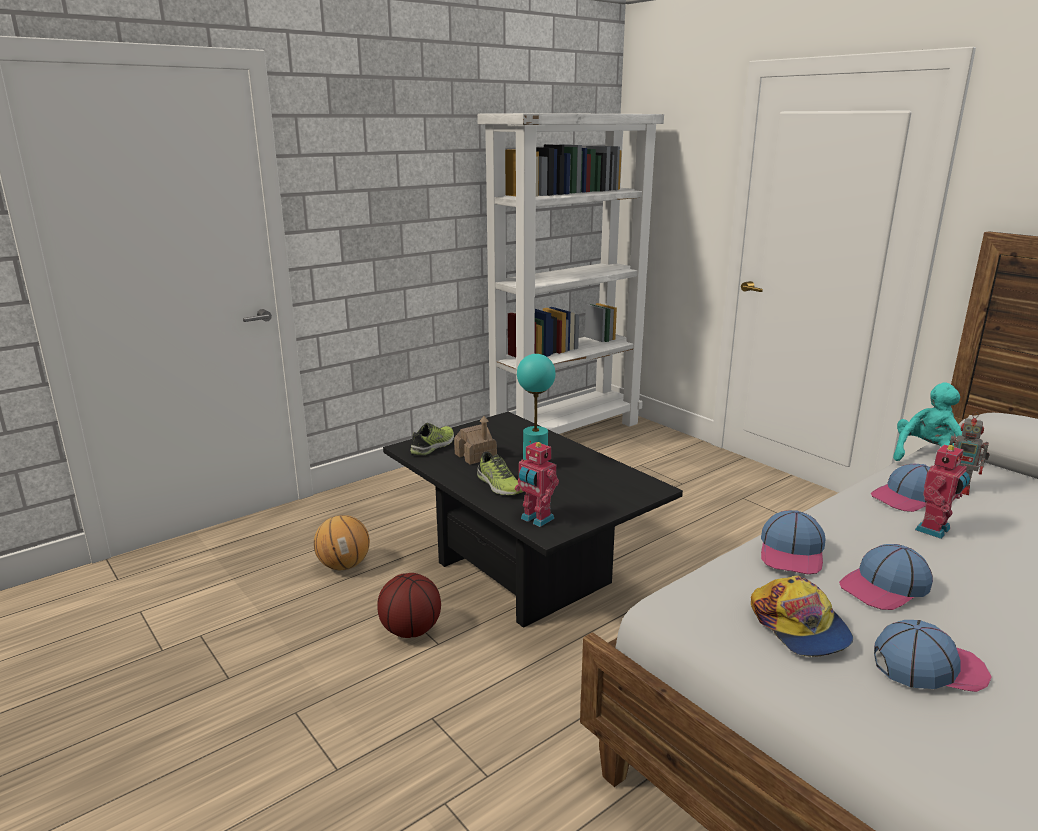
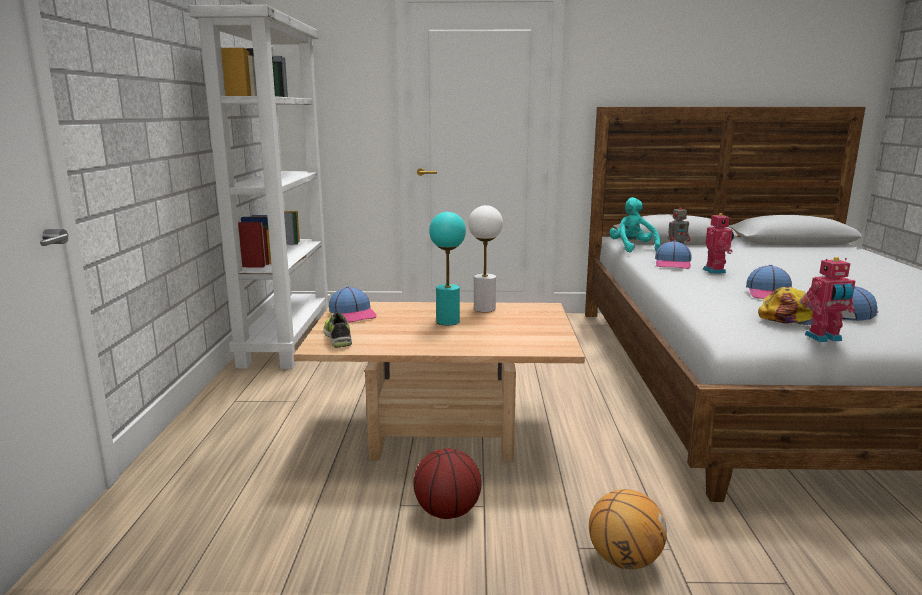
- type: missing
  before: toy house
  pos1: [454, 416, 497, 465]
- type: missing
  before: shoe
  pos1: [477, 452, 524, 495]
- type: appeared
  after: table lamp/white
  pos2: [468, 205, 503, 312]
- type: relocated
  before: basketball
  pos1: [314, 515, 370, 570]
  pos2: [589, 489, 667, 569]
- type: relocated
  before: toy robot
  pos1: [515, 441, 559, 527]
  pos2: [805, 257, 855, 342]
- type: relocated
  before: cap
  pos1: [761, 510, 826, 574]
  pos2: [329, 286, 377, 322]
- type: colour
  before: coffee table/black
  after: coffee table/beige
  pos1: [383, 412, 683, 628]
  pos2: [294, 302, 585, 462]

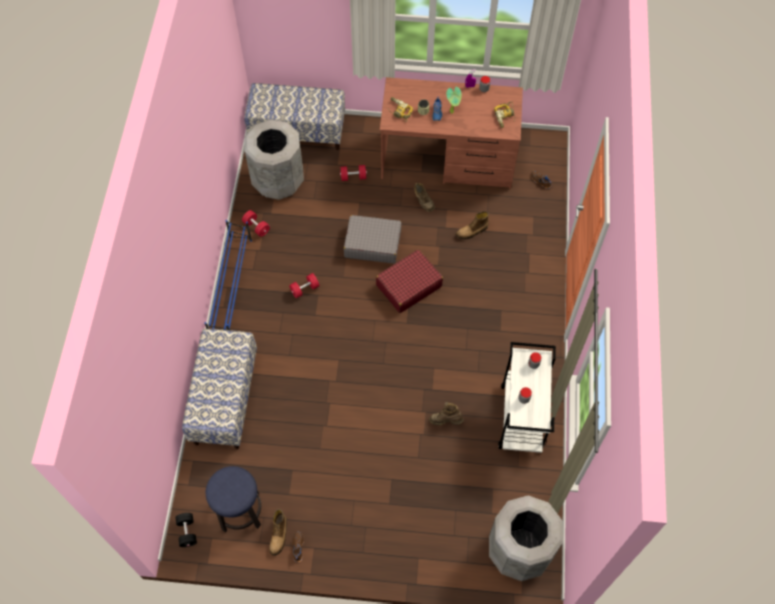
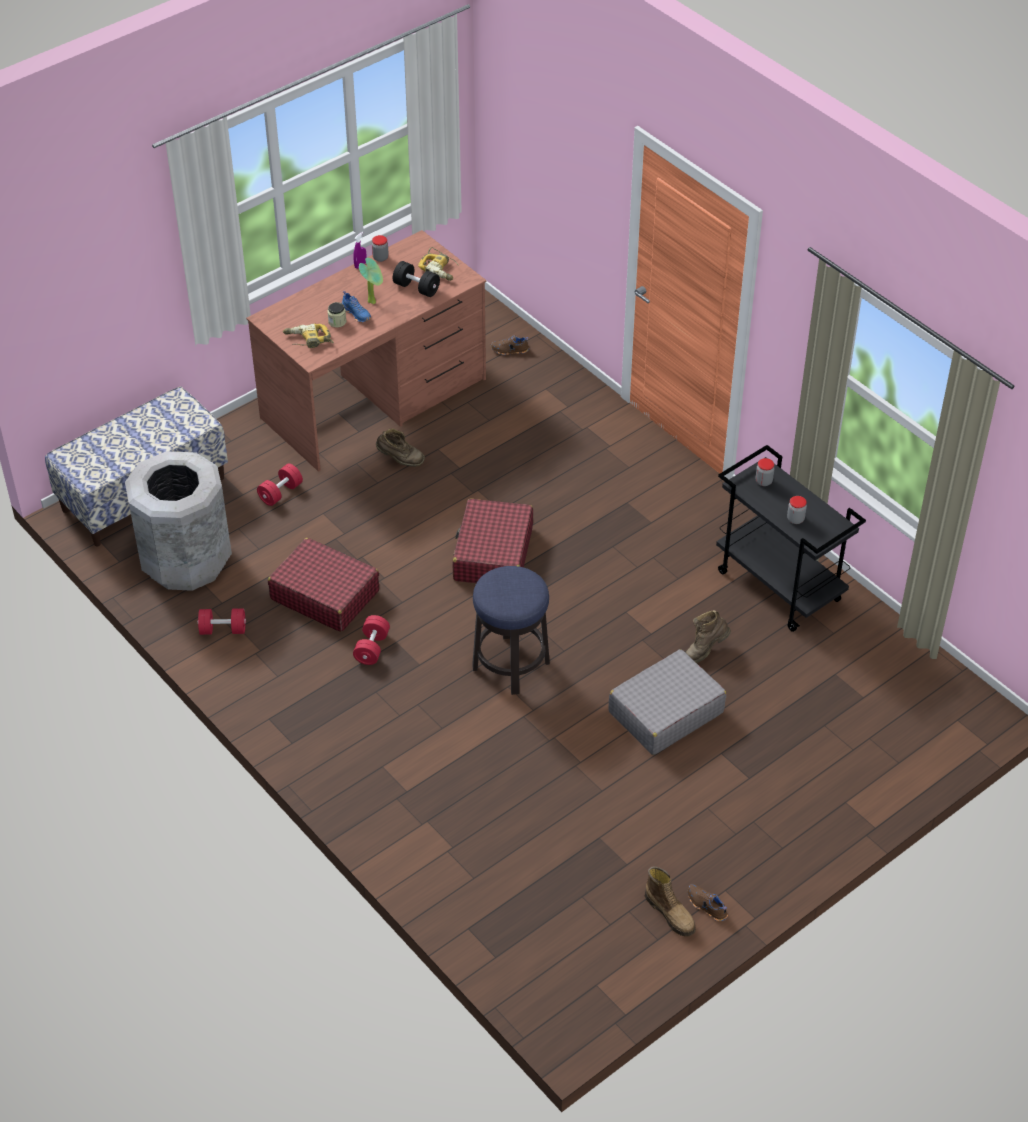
- type: missing
  before: bench
  pos1: [182, 329, 257, 449]
- type: missing
  before: shoe rack/blue
  pos1: [204, 220, 252, 330]
- type: missing
  before: boot
  pos1: [456, 211, 489, 240]
- type: missing
  before: trash can/grey
  pos1: [489, 495, 563, 581]
- type: appeared
  after: suitcase/red
  pos2: [268, 538, 379, 632]
- type: relocated
  before: dumbbell/black
  pos1: [175, 513, 197, 547]
  pos2: [393, 261, 440, 297]
- type: relocated
  before: stool
  pos1: [206, 466, 261, 532]
  pos2: [472, 566, 550, 695]
- type: relocated
  before: suitcase/grey
  pos1: [344, 215, 402, 264]
  pos2: [608, 649, 726, 755]
- type: colour
  before: cart/white
  after: cart/black
  pos1: [498, 342, 556, 453]
  pos2: [716, 445, 866, 632]

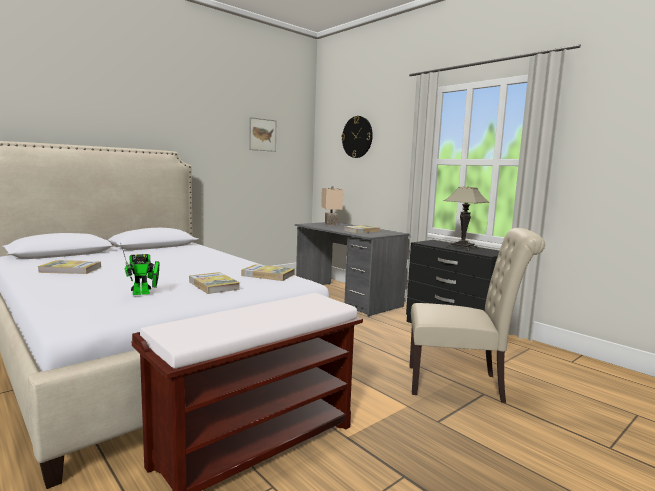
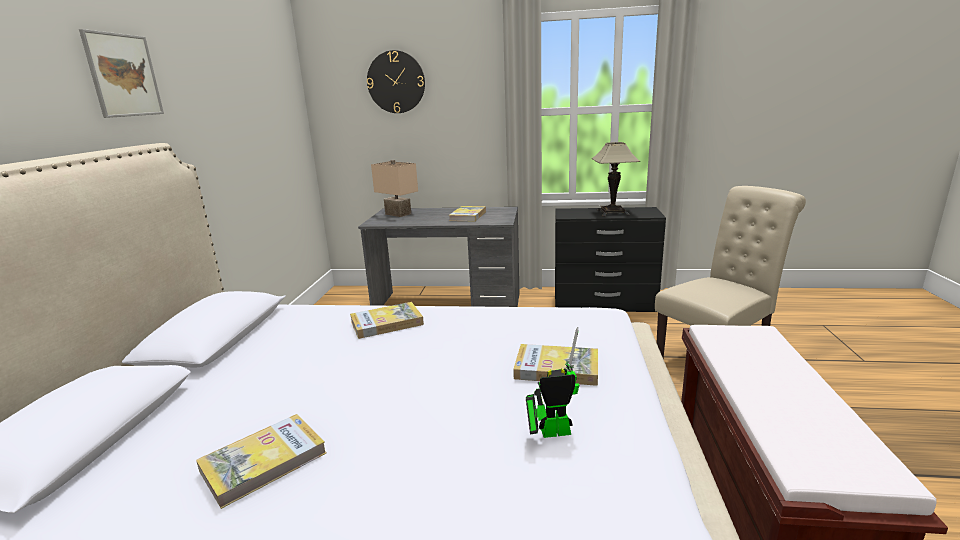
- type: relocated
  before: book
  pos1: [241, 264, 295, 281]
  pos2: [350, 302, 424, 339]
- type: relocated
  before: picture
  pos1: [249, 117, 276, 152]
  pos2: [79, 29, 164, 118]
- type: spun
  before: toy robot
  pos1: [120, 242, 160, 295]
  pos2: [526, 327, 579, 438]
  turn: -120

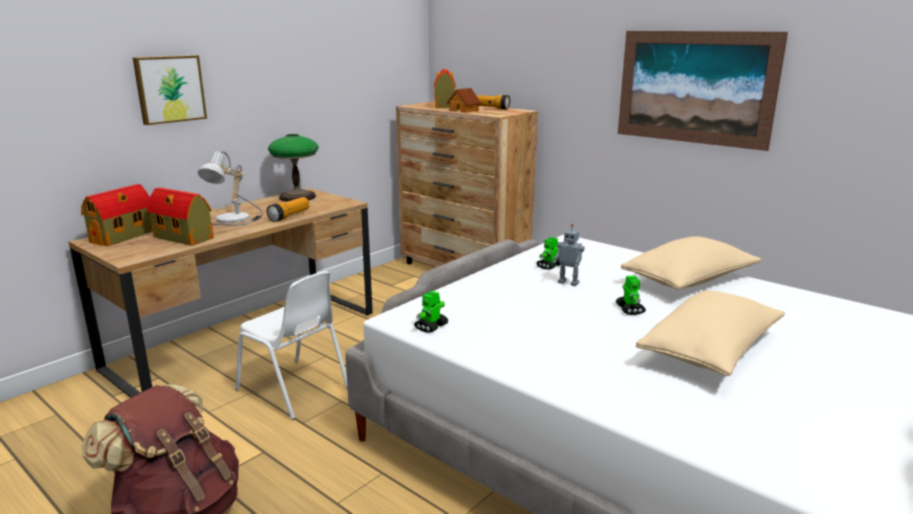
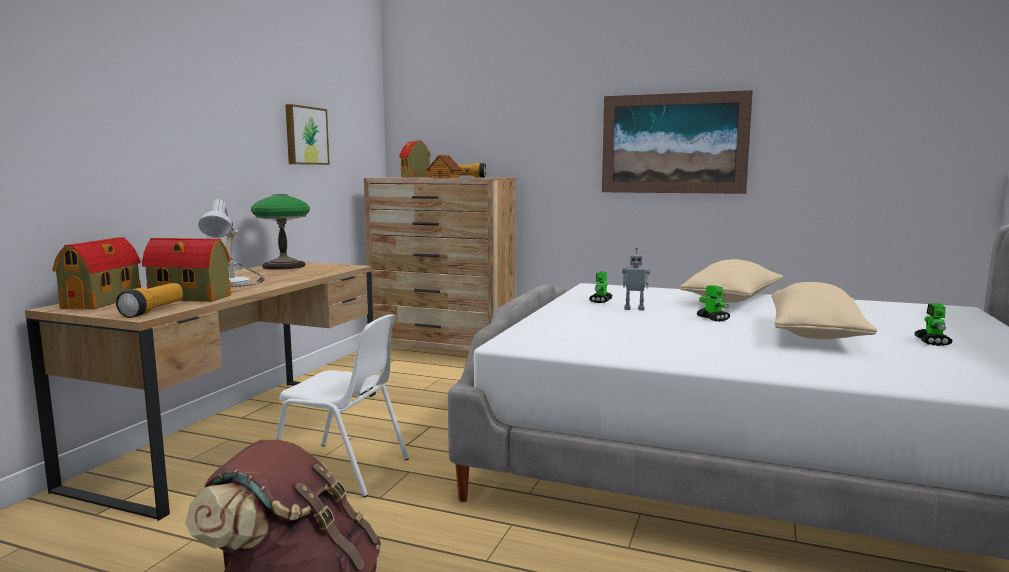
- type: relocated
  before: picture
  pos1: [133, 55, 207, 125]
  pos2: [285, 104, 330, 165]
- type: relocated
  before: flashlight
  pos1: [267, 197, 309, 222]
  pos2: [116, 283, 183, 318]
- type: relocated
  before: toy robot
  pos1: [414, 291, 449, 333]
  pos2: [914, 303, 953, 346]

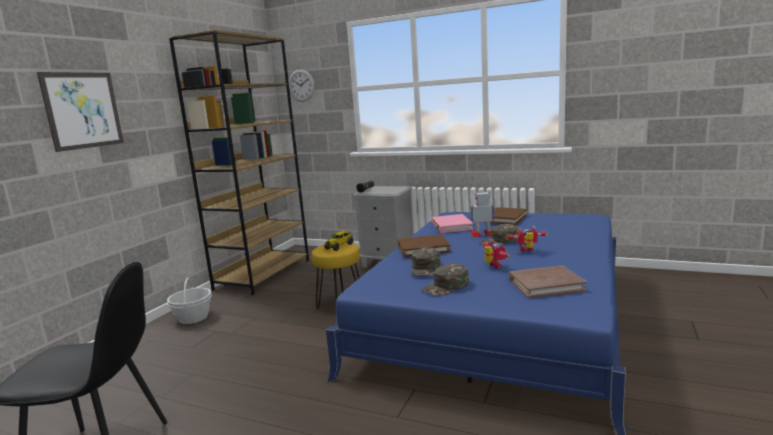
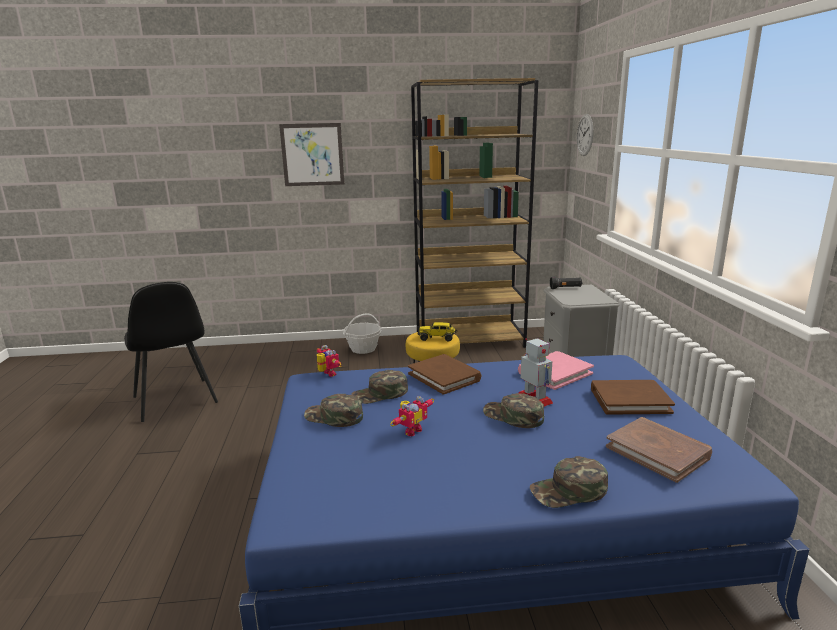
- type: appeared
  after: cap/green
  pos2: [530, 456, 608, 508]
- type: relocated
  before: toy robot
  pos1: [505, 226, 548, 252]
  pos2: [317, 345, 341, 377]
- type: relocated
  before: book/brown
  pos1: [509, 265, 587, 298]
  pos2: [606, 417, 712, 483]

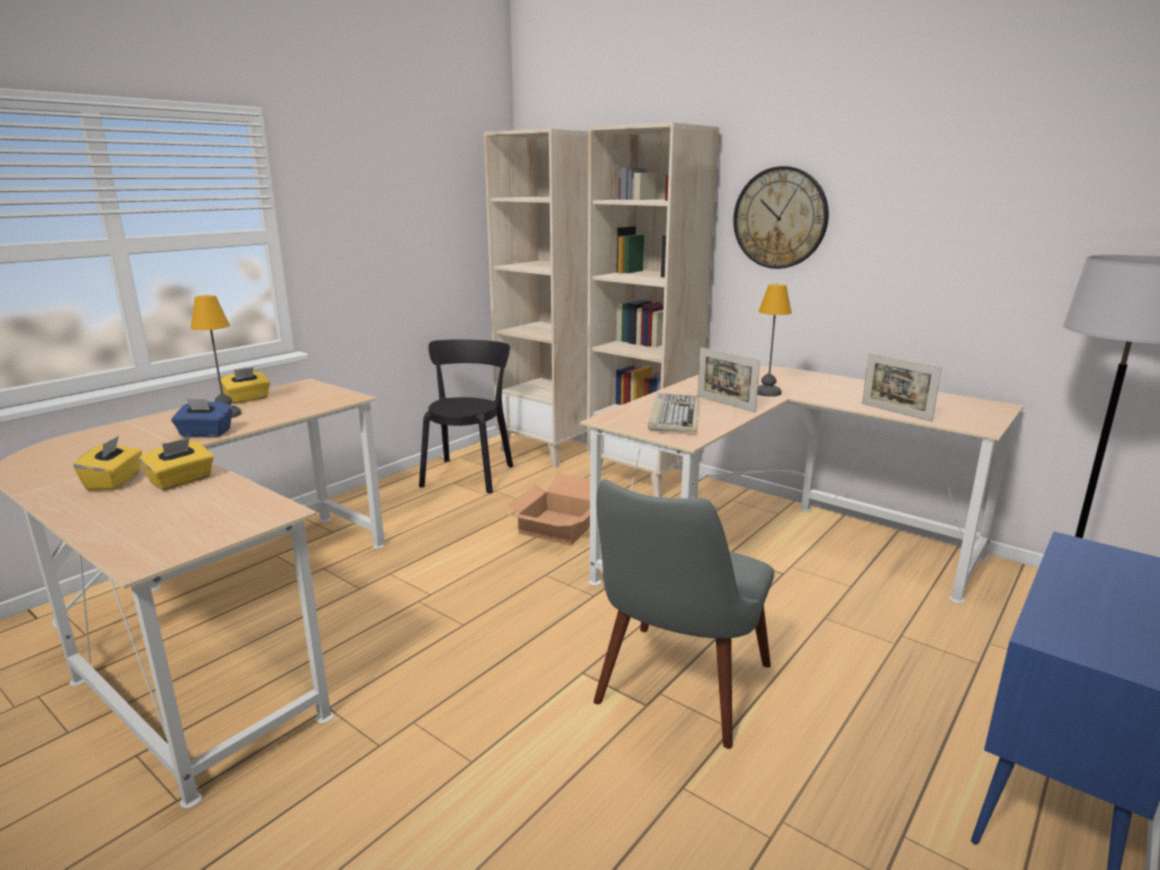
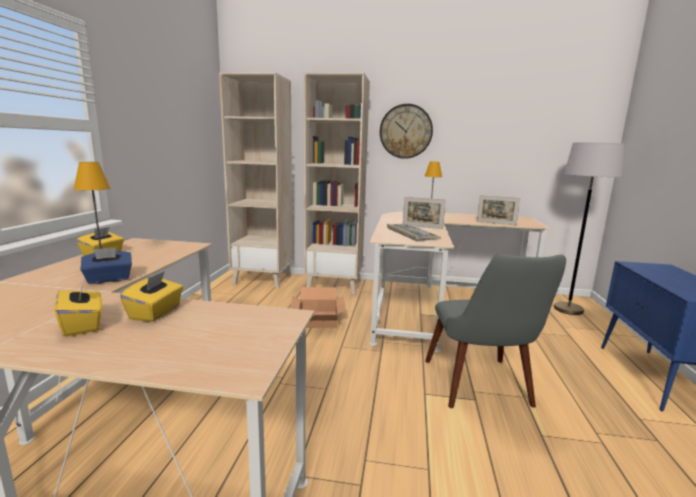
- type: missing
  before: chair/black
  pos1: [419, 339, 513, 493]

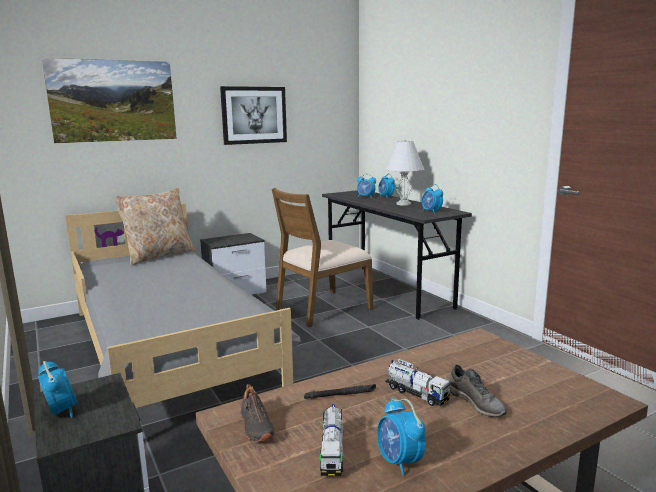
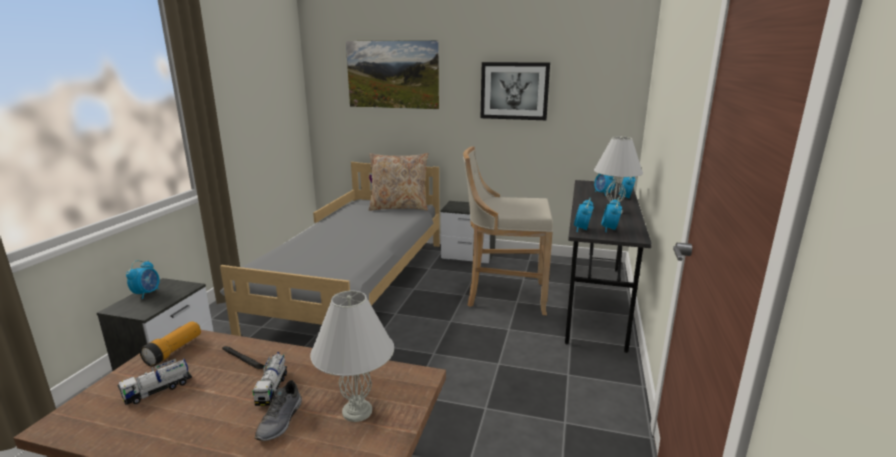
- type: appeared
  after: table lamp/white
  pos2: [310, 291, 394, 422]
- type: relocated
  before: alarm clock
  pos1: [377, 398, 426, 476]
  pos2: [574, 198, 594, 232]
- type: exchanged
  before: shoe/black
  after: flashlight
  pos1: [241, 384, 275, 442]
  pos2: [140, 321, 201, 366]
- type: exchanged
  before: chair/brown
  after: stool/beige
  pos1: [272, 188, 373, 327]
  pos2: [463, 146, 553, 315]

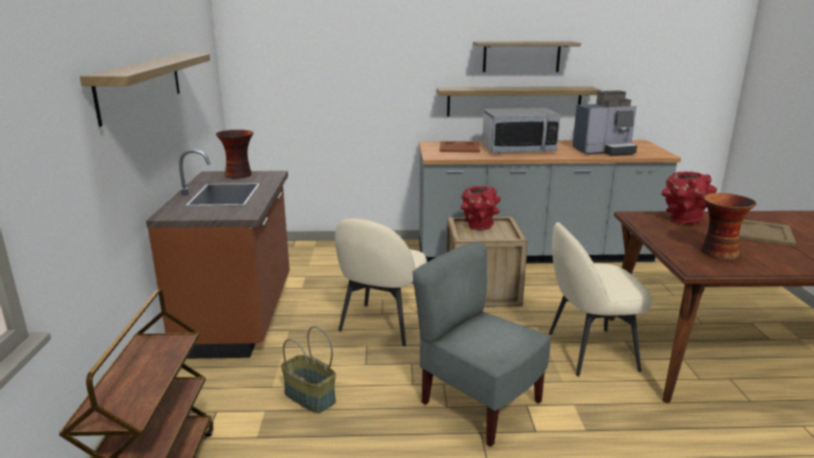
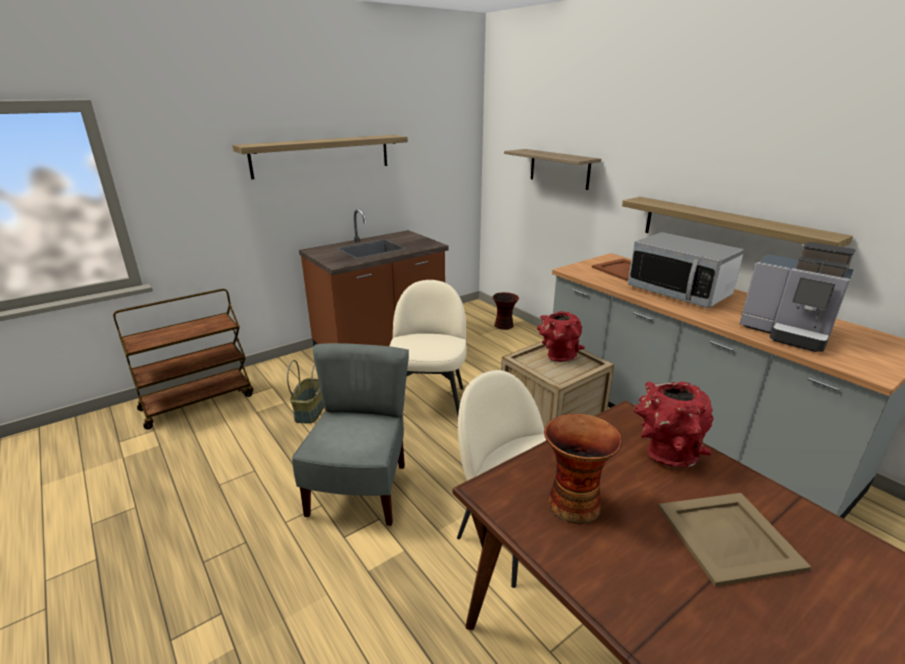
- type: relocated
  before: vase
  pos1: [216, 130, 254, 179]
  pos2: [493, 292, 519, 330]
- type: relocated
  before: shelf
  pos1: [473, 41, 581, 72]
  pos2: [504, 149, 601, 190]
- type: spun
  before: chair/beige
  pos1: [335, 218, 427, 346]
  pos2: [390, 280, 467, 415]
  turn: 105

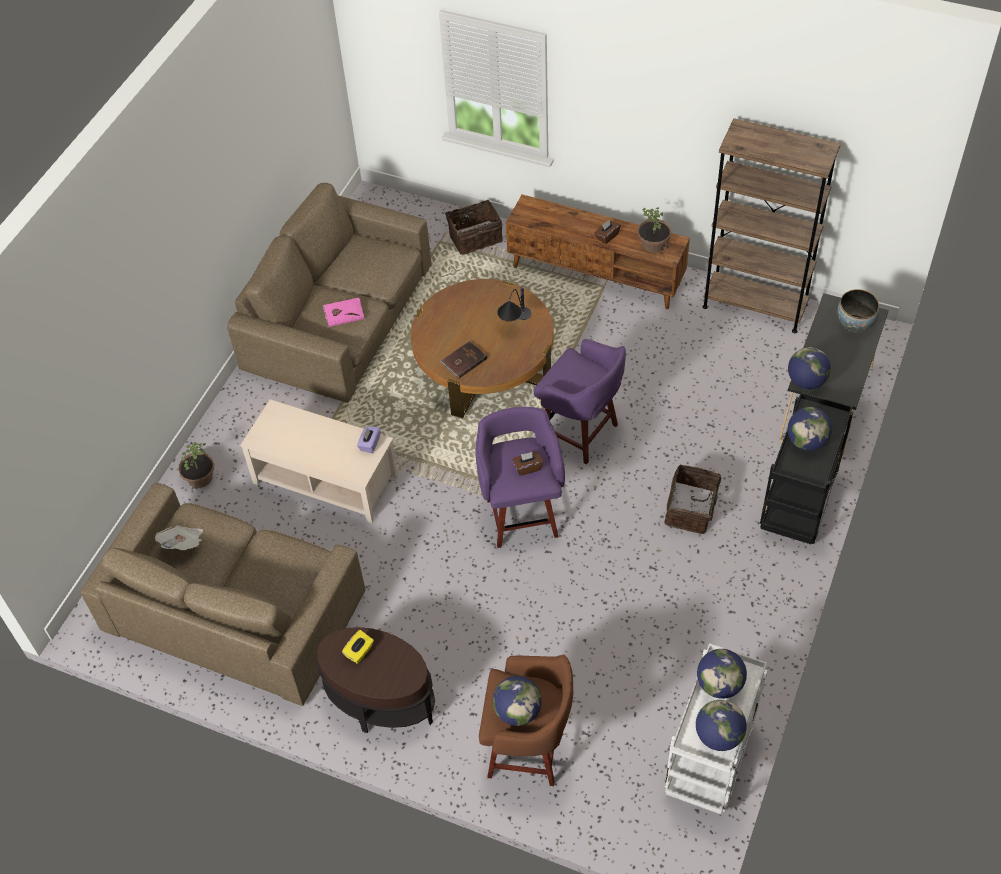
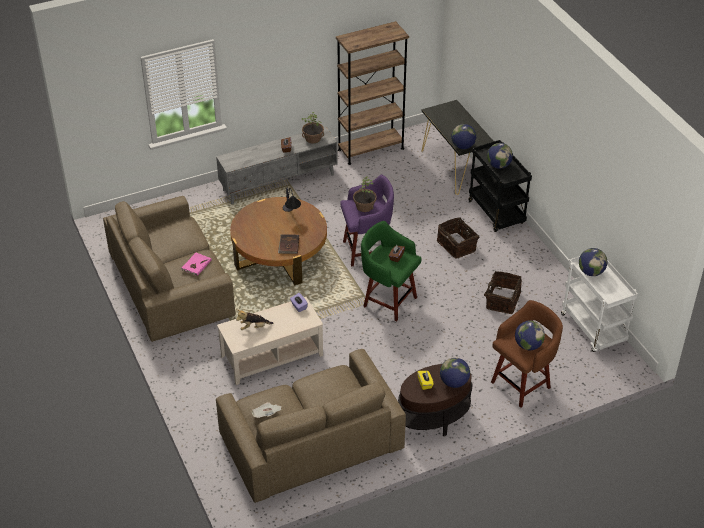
- type: missing
  before: bowl
  pos1: [837, 289, 879, 333]
- type: appeared
  after: plush toy
  pos2: [236, 310, 273, 330]
- type: relocated
  before: potted plant
  pos1: [178, 443, 214, 489]
  pos2: [353, 176, 377, 212]
- type: relocated
  before: basket
  pos1: [445, 200, 503, 255]
  pos2: [484, 271, 522, 314]
- type: relocated
  before: globe
  pos1: [696, 700, 747, 751]
  pos2: [440, 357, 470, 388]
- type: colour
  before: stool/purple
  after: stool/green
  pos1: [476, 407, 565, 548]
  pos2: [361, 221, 421, 321]
- type: colour
  before: tv stand/brown
  after: tv stand/grey
  pos1: [506, 195, 690, 309]
  pos2: [216, 126, 338, 204]

